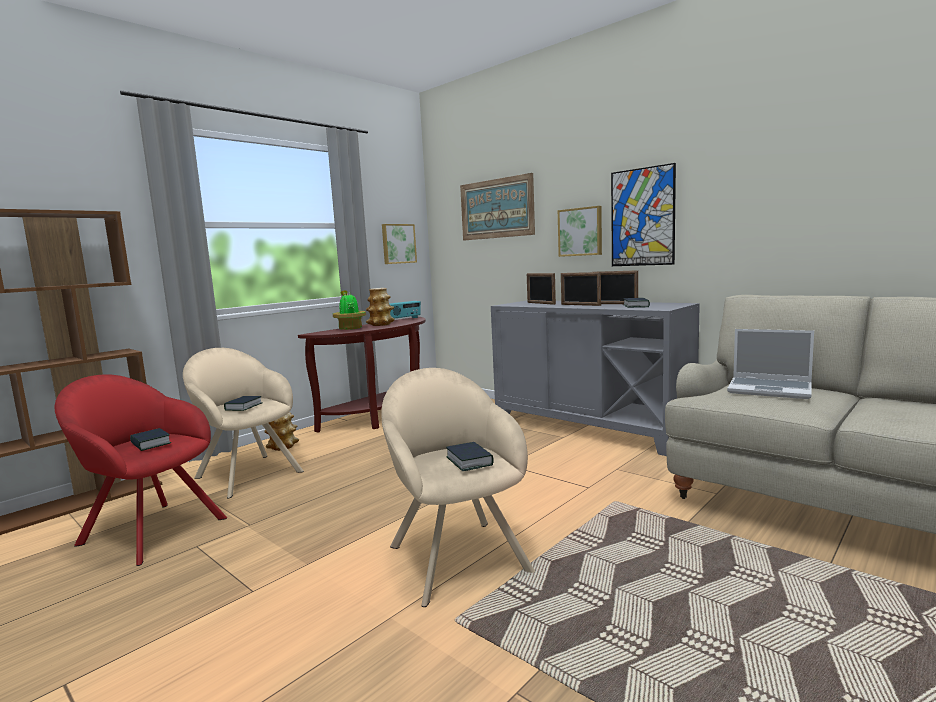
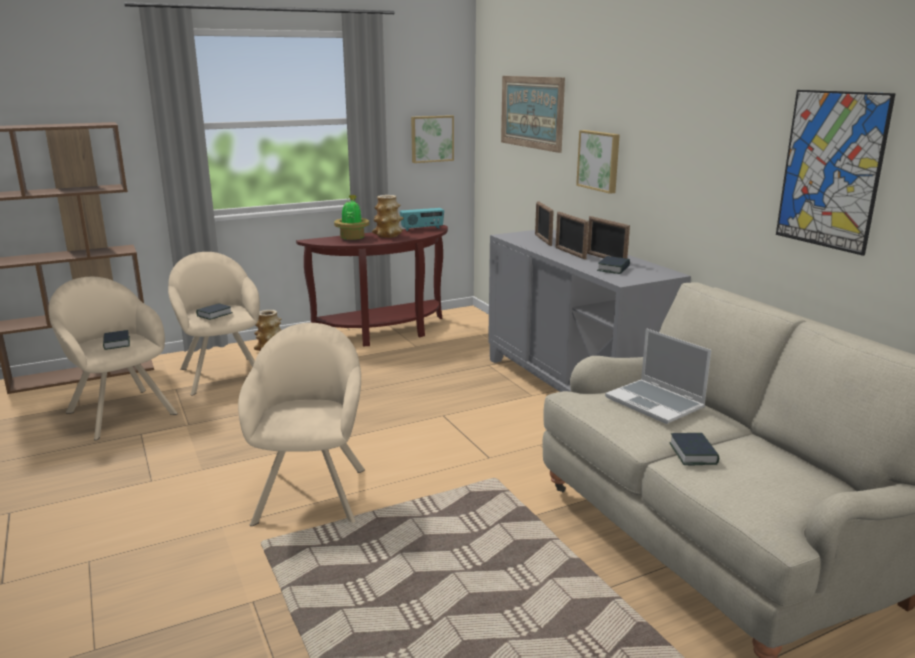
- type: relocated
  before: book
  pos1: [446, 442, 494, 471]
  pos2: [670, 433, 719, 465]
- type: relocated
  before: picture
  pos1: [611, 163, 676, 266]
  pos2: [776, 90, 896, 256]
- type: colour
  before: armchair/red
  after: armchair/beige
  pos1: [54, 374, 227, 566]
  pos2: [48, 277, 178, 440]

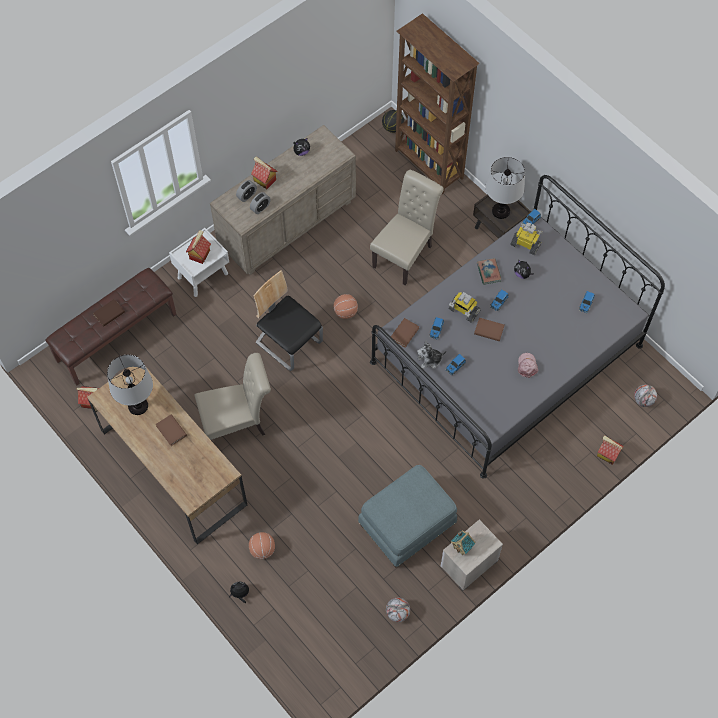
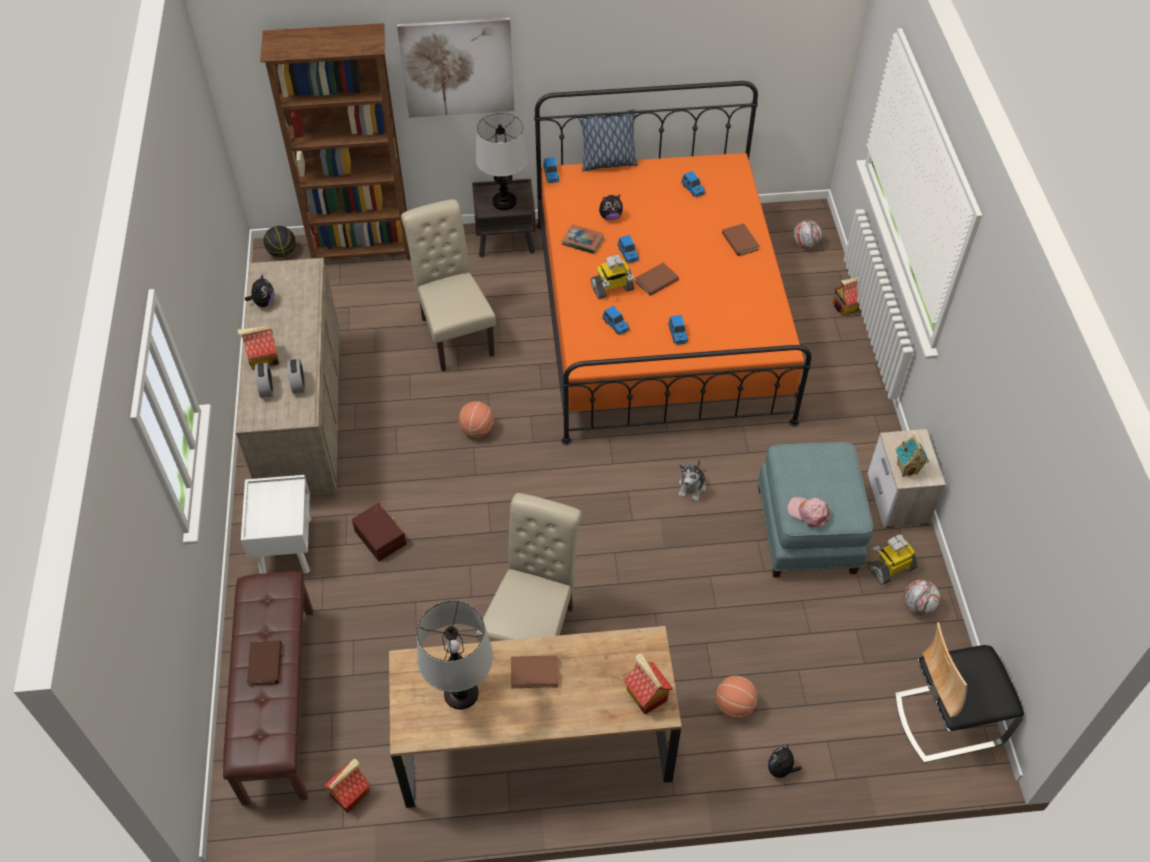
- type: appeared
  after: storage box/brown
  pos2: [352, 503, 407, 561]
- type: appeared
  after: picture
  pos2: [397, 18, 515, 118]
- type: appeared
  after: pillow
  pos2: [578, 109, 638, 172]
- type: relocated
  before: toy house
  pos1: [186, 230, 211, 264]
  pos2: [623, 653, 673, 714]
- type: relocated
  before: chair
  pos1: [253, 270, 323, 371]
  pos2: [895, 622, 1024, 763]
- type: relocated
  before: book/brown
  pos1: [391, 318, 419, 347]
  pos2: [722, 223, 760, 256]
- type: relocated
  before: plush toy
  pos1: [417, 340, 447, 369]
  pos2: [678, 459, 706, 502]
- type: relocated
  before: toy robot
  pos1: [510, 223, 543, 255]
  pos2: [868, 534, 917, 585]
- type: relocated
  before: cap/pink
  pos1: [518, 353, 538, 378]
  pos2: [787, 497, 830, 528]
- type: colour
  before: bed/grey
  after: bed/orange
  pos1: [370, 175, 665, 479]
  pos2: [534, 81, 812, 445]

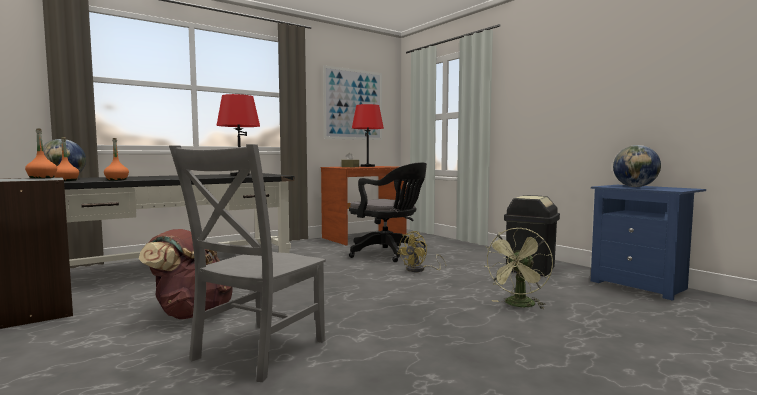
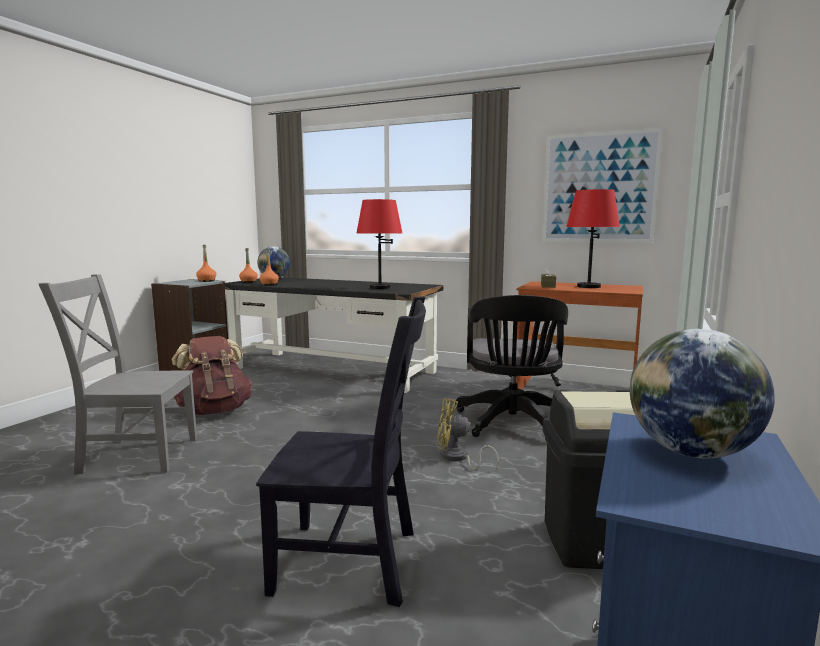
- type: exchanged
  before: fan/green
  after: chair/black
  pos1: [484, 227, 553, 309]
  pos2: [256, 297, 426, 607]

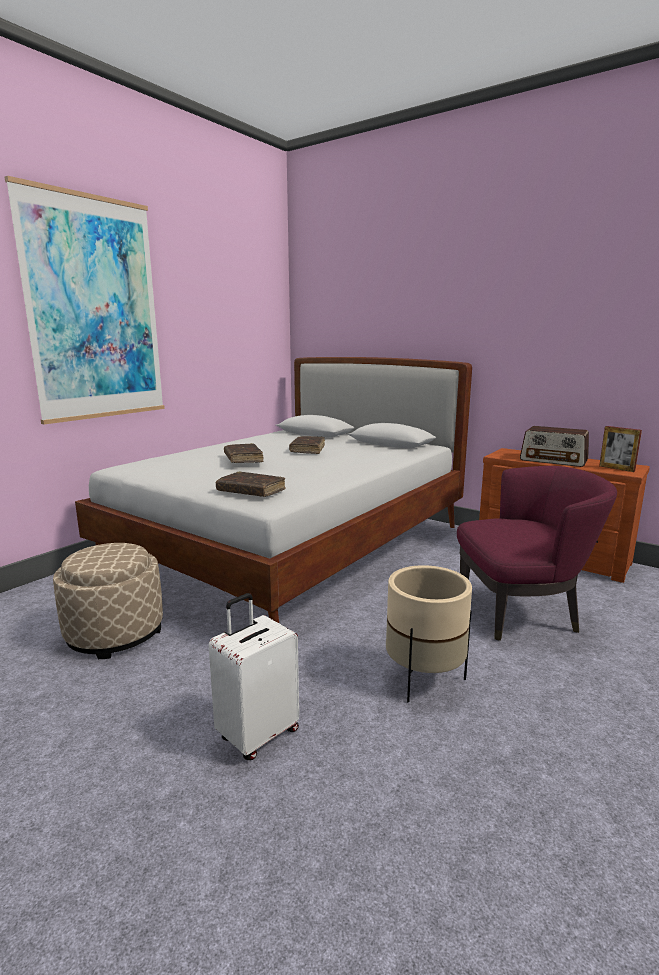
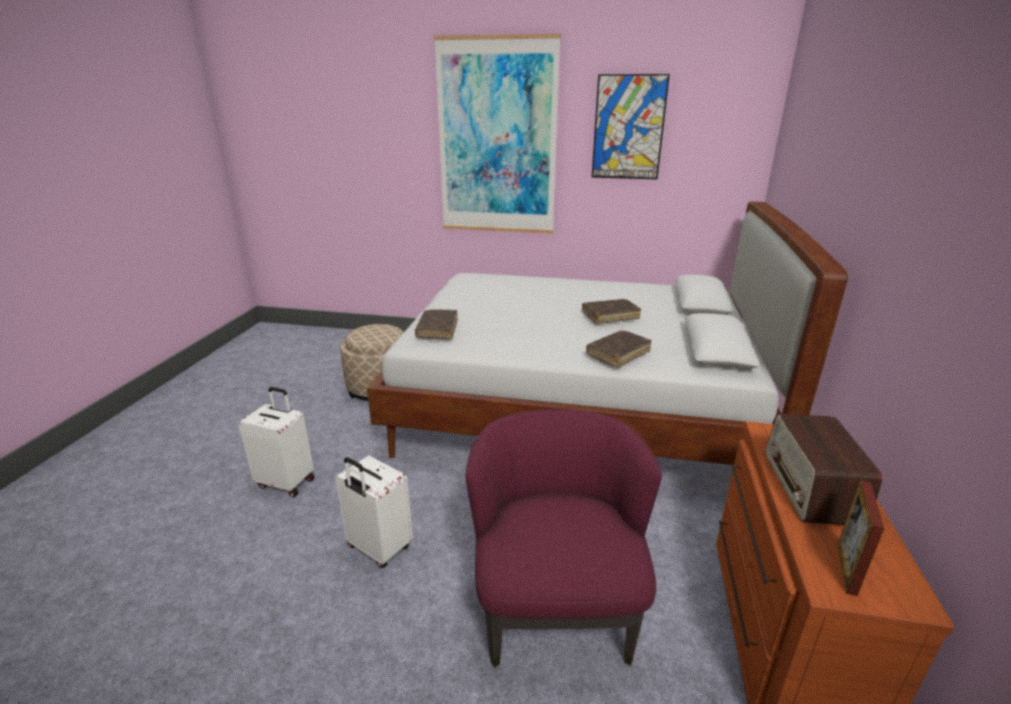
- type: appeared
  after: picture
  pos2: [591, 74, 670, 179]
- type: relocated
  before: book/brown
  pos1: [224, 443, 264, 463]
  pos2: [586, 331, 652, 368]
- type: exchanged
  before: planter/beige
  after: suitcase/white
  pos1: [386, 565, 472, 703]
  pos2: [335, 455, 413, 568]
- type: spun
  before: armchair/purple
  pos1: [457, 466, 617, 641]
  pos2: [466, 409, 662, 668]
  turn: -150

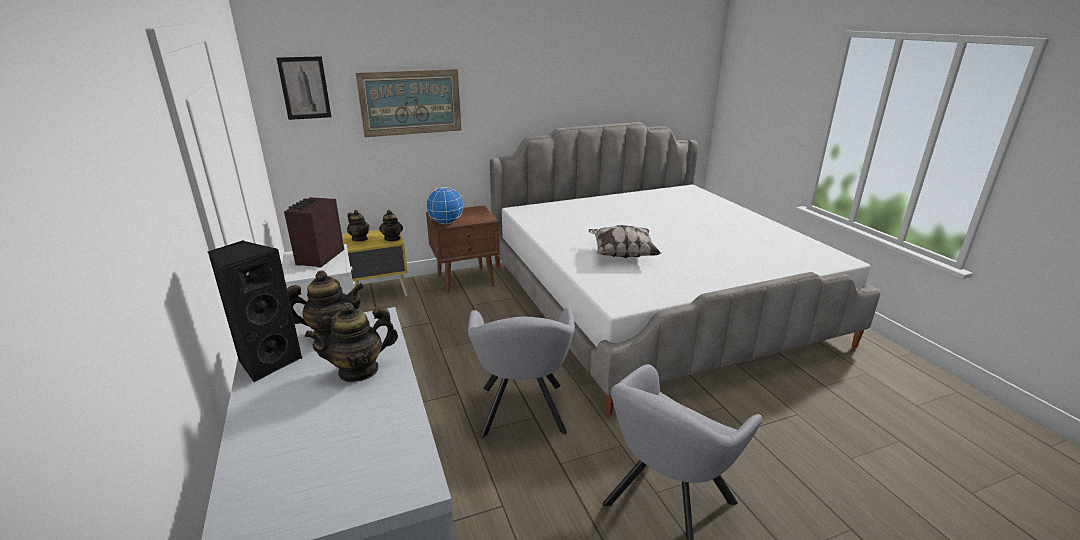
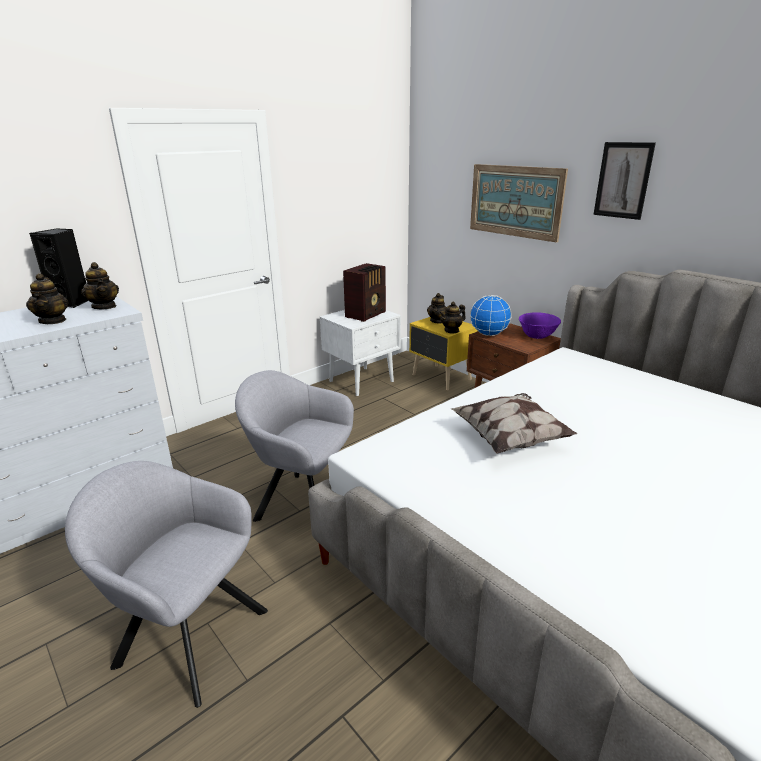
- type: appeared
  after: bowl/purple
  pos2: [519, 313, 561, 339]
- type: relocated
  before: picture
  pos1: [277, 56, 331, 120]
  pos2: [593, 142, 656, 220]
- type: spun
  before: radio
  pos1: [284, 197, 344, 268]
  pos2: [343, 263, 386, 322]
  turn: 135
- type: spun
  before: teapot
  pos1: [305, 302, 398, 382]
  pos2: [26, 273, 68, 324]
  turn: -150
- type: spun
  before: armchair/grey
  pos1: [468, 308, 575, 438]
  pos2: [235, 370, 354, 522]
  turn: 45

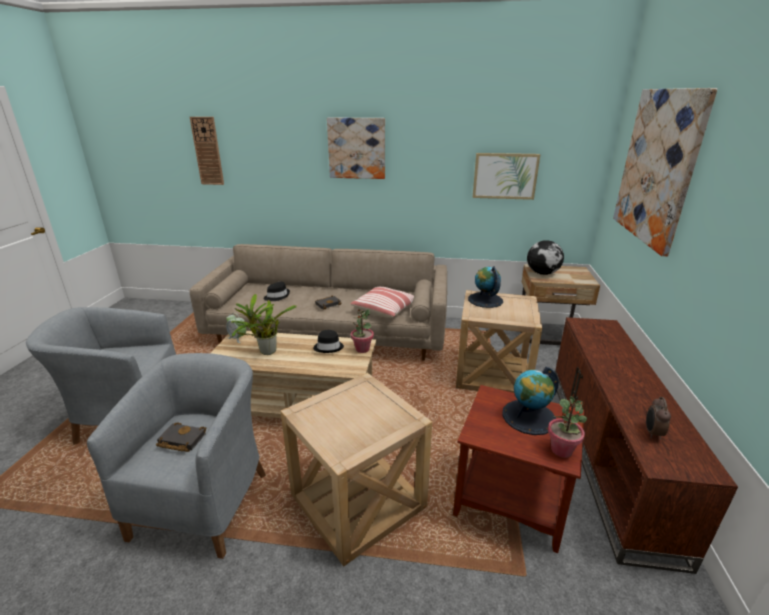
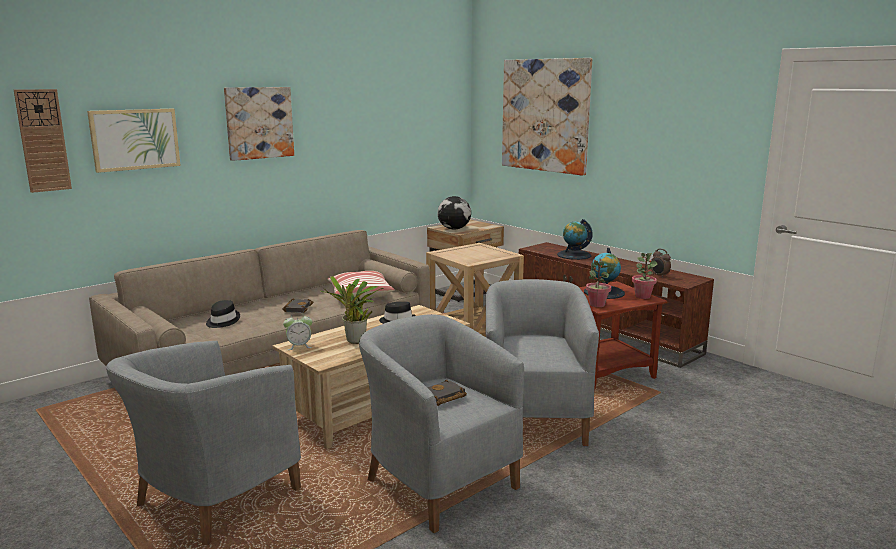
- type: relocated
  before: potted plant
  pos1: [351, 309, 374, 353]
  pos2: [586, 259, 611, 307]
- type: relocated
  before: globe
  pos1: [468, 266, 503, 308]
  pos2: [557, 219, 593, 260]
- type: relocated
  before: picture
  pos1: [473, 153, 541, 200]
  pos2: [87, 109, 181, 173]
- type: exchanged
  before: side table/beige
  after: armchair/grey
  pos1: [281, 373, 432, 566]
  pos2: [486, 279, 599, 446]

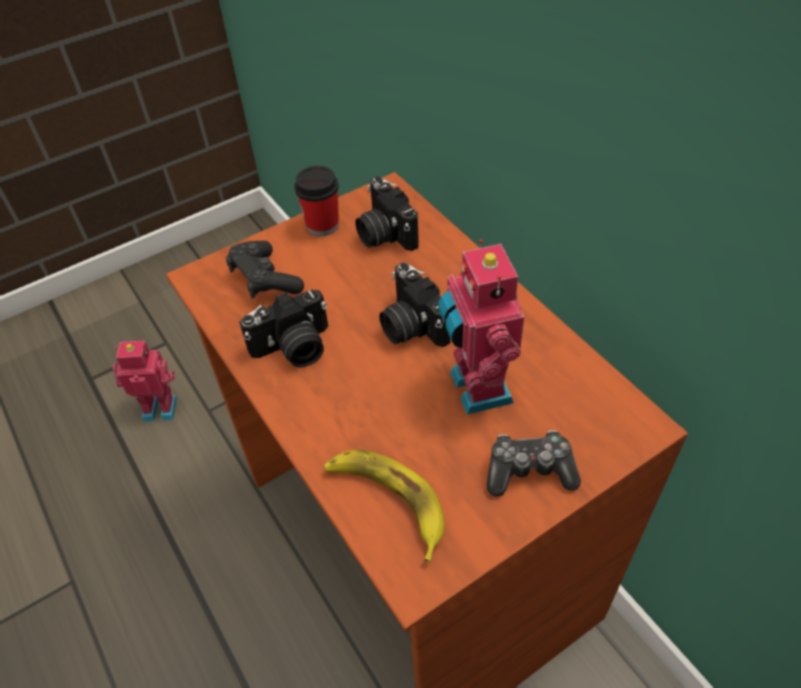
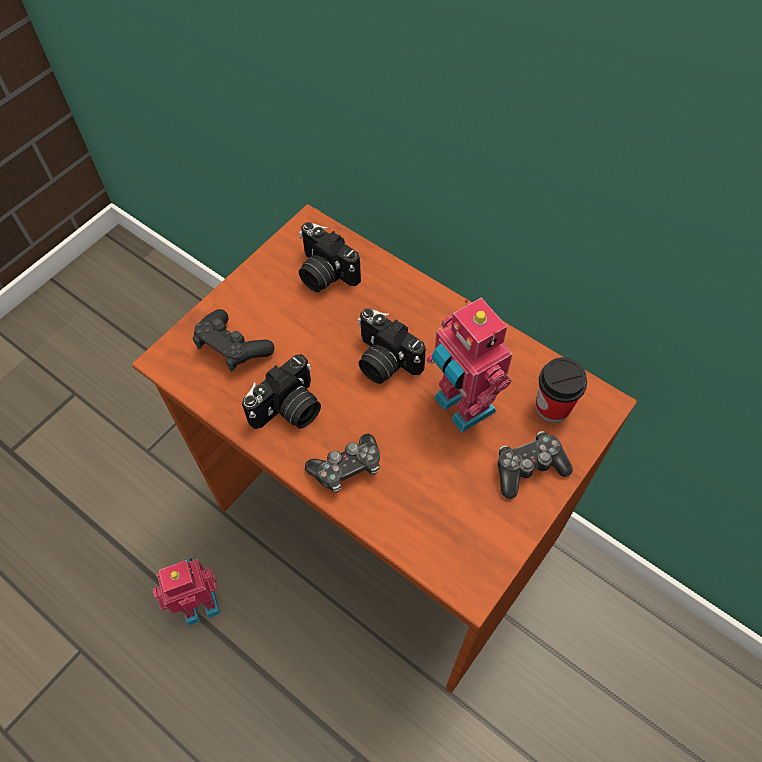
- type: missing
  before: banana
  pos1: [324, 450, 445, 562]
- type: appeared
  after: game controller
  pos2: [305, 434, 380, 493]
- type: relocated
  before: toy robot
  pos1: [113, 340, 177, 422]
  pos2: [153, 558, 220, 626]
- type: relocated
  before: cup
  pos1: [295, 166, 339, 236]
  pos2: [536, 357, 587, 423]

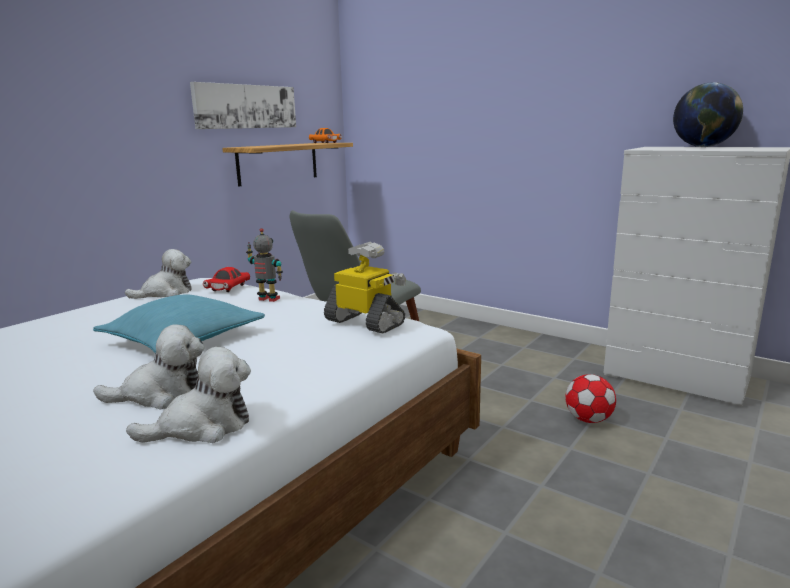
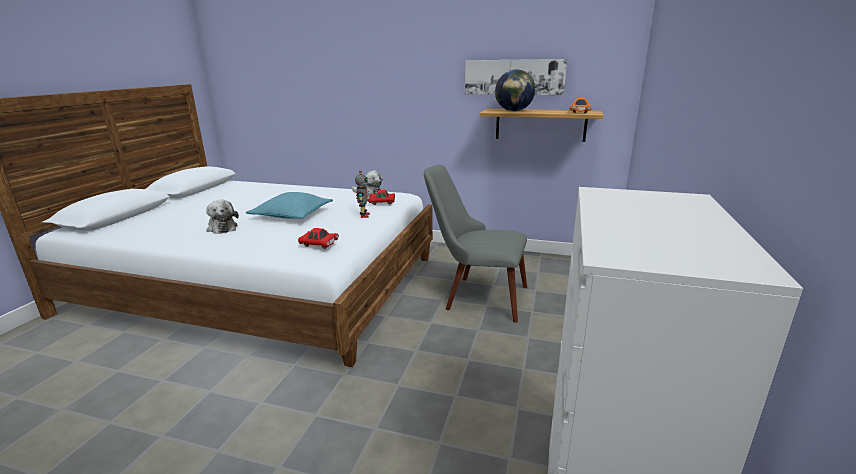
- type: missing
  before: plush toy
  pos1: [126, 347, 251, 443]
- type: missing
  before: football
  pos1: [565, 374, 616, 423]
- type: relocated
  before: globe
  pos1: [673, 82, 743, 147]
  pos2: [495, 69, 535, 112]
- type: exchanged
  before: toy robot
  after: toy car/red
  pos1: [324, 242, 406, 333]
  pos2: [298, 228, 339, 249]

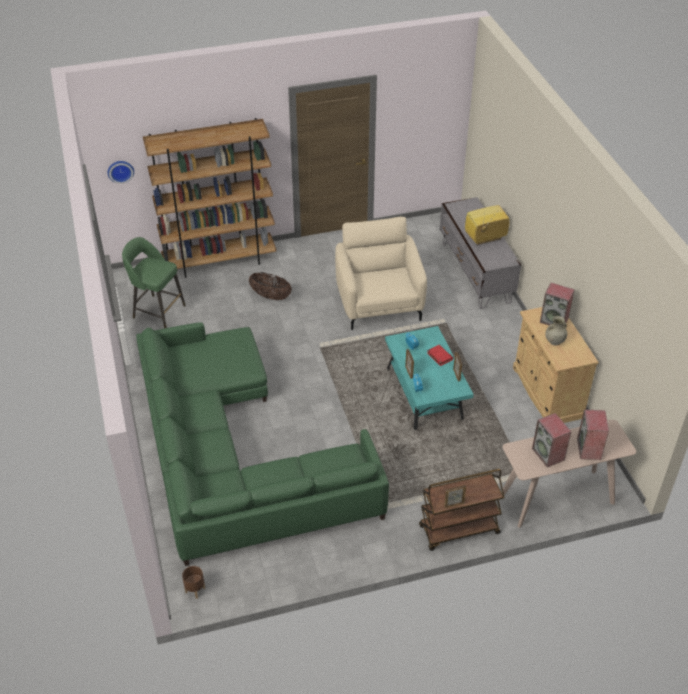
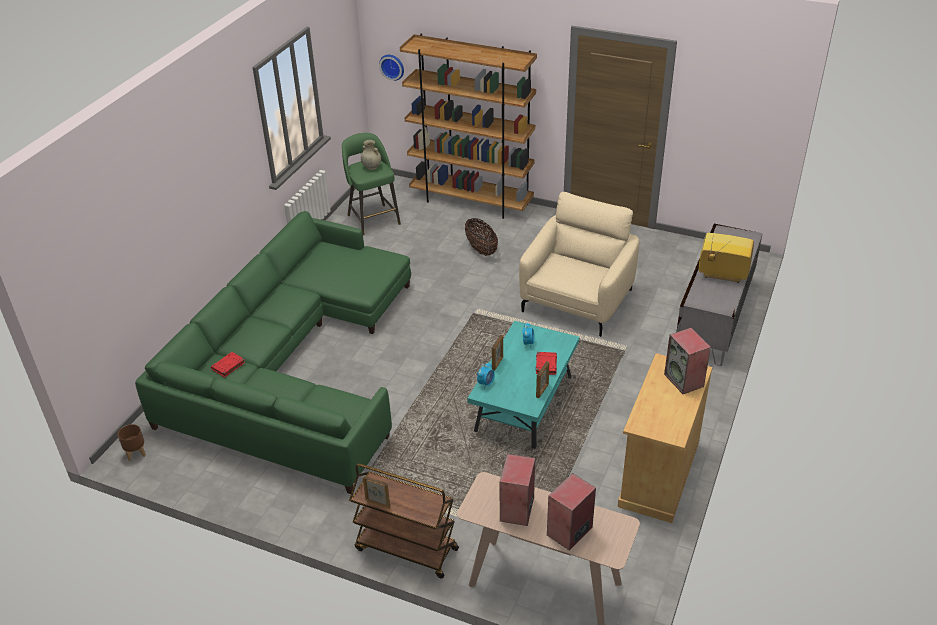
- type: appeared
  after: book/red
  pos2: [211, 352, 245, 378]
- type: relocated
  before: vase/beige
  pos1: [545, 316, 567, 345]
  pos2: [361, 140, 381, 170]

